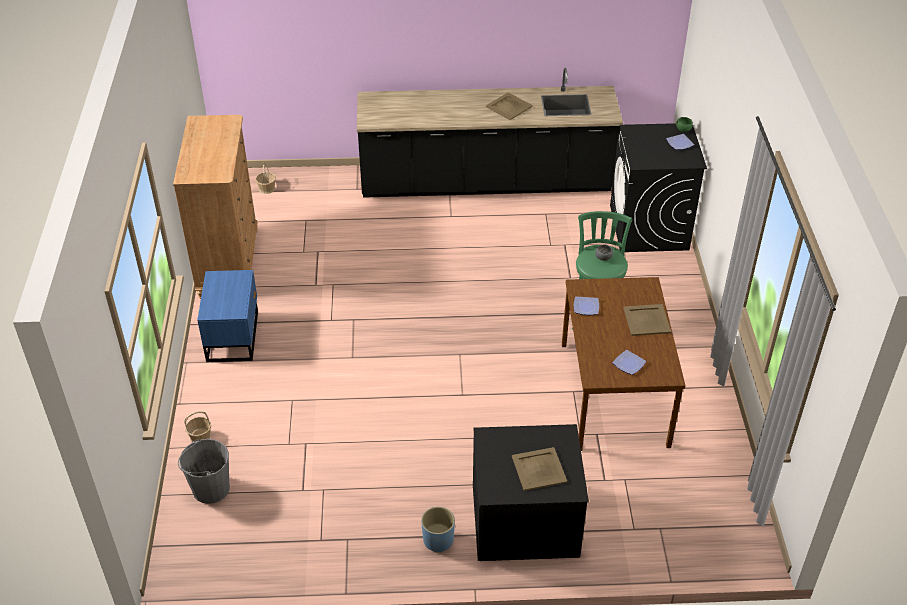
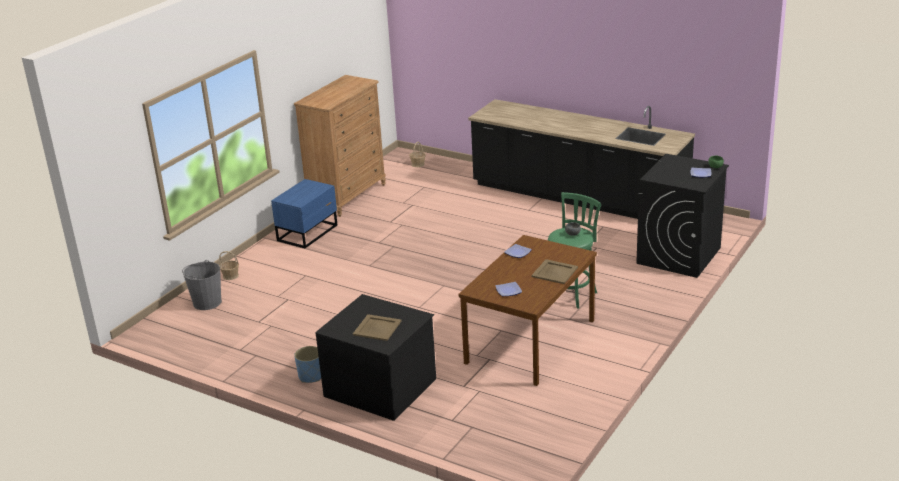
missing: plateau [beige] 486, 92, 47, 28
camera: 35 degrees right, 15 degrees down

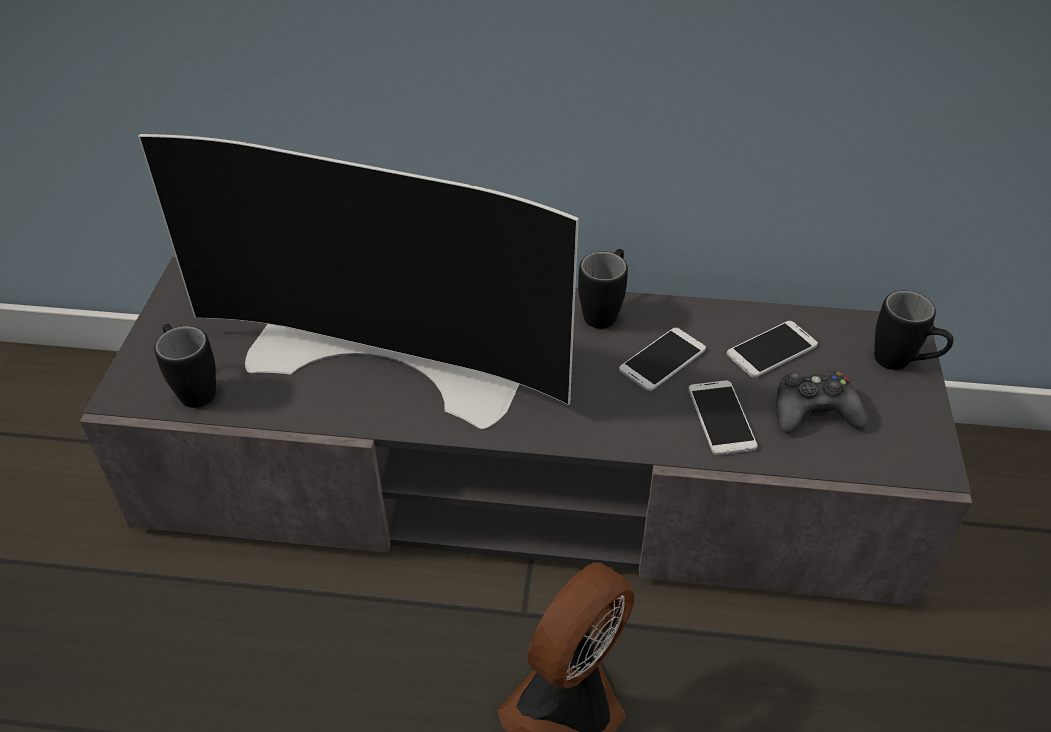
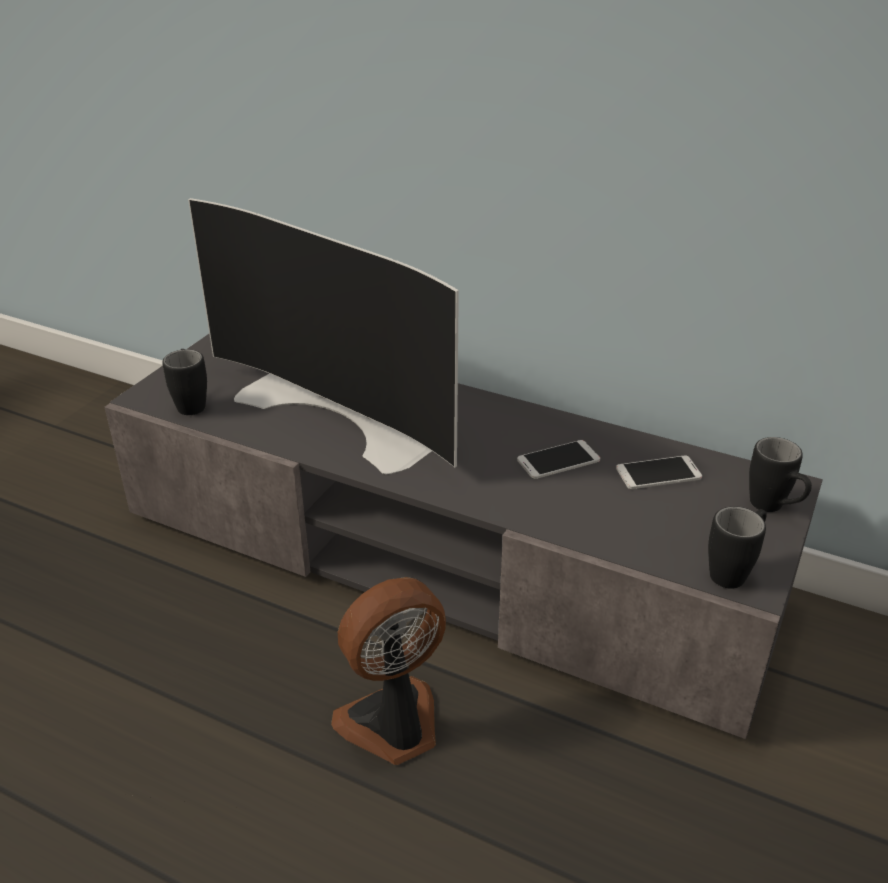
missing: téléphone 688, 380, 70, 75; manette [noir] 777, 370, 90, 63
relocated: mug [noir] 578, 249, 50, 80 to 708, 506, 59, 83
camera: 20 degrees right, 10 degrees down

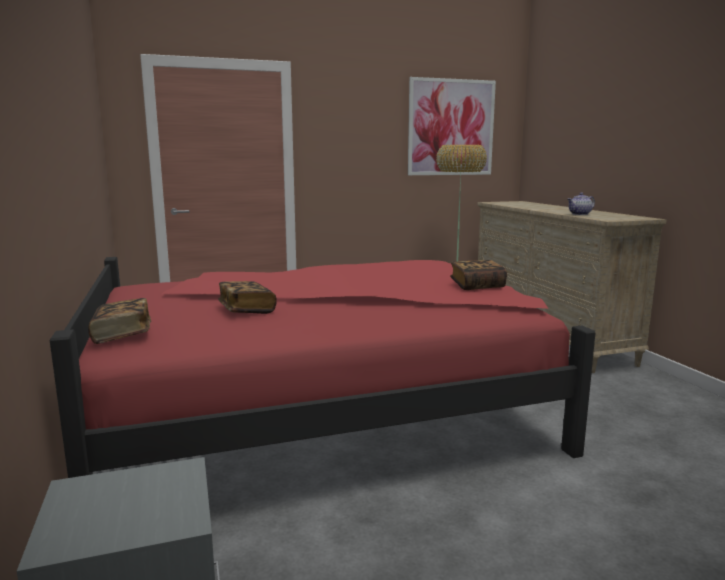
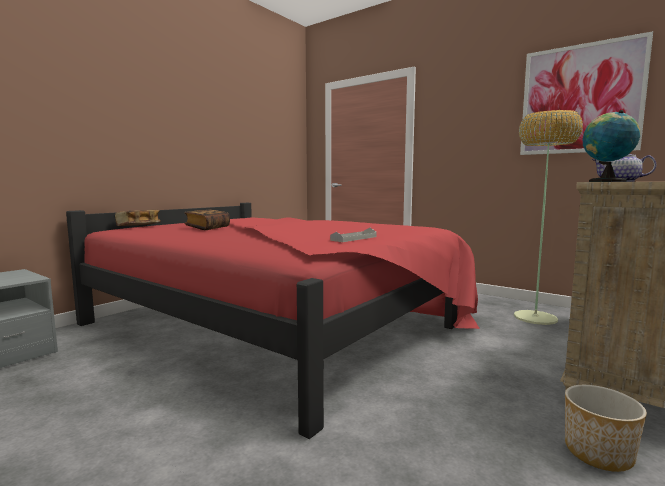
appeared: cache-pot 565, 385, 82, 87; globe 583, 110, 57, 72
exchanged: livre 450, 260, 57, 30 to plateau [gris] 330, 228, 47, 14
camera: 55 degrees right, 5 degrees down

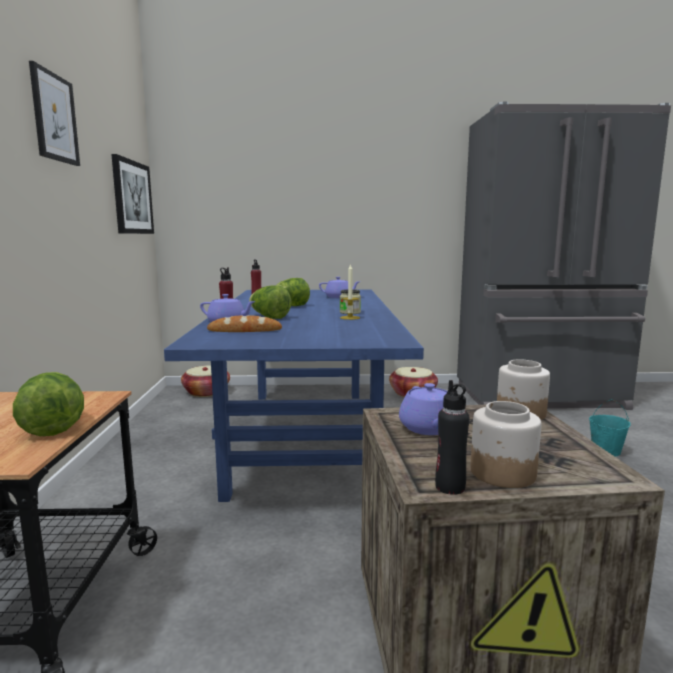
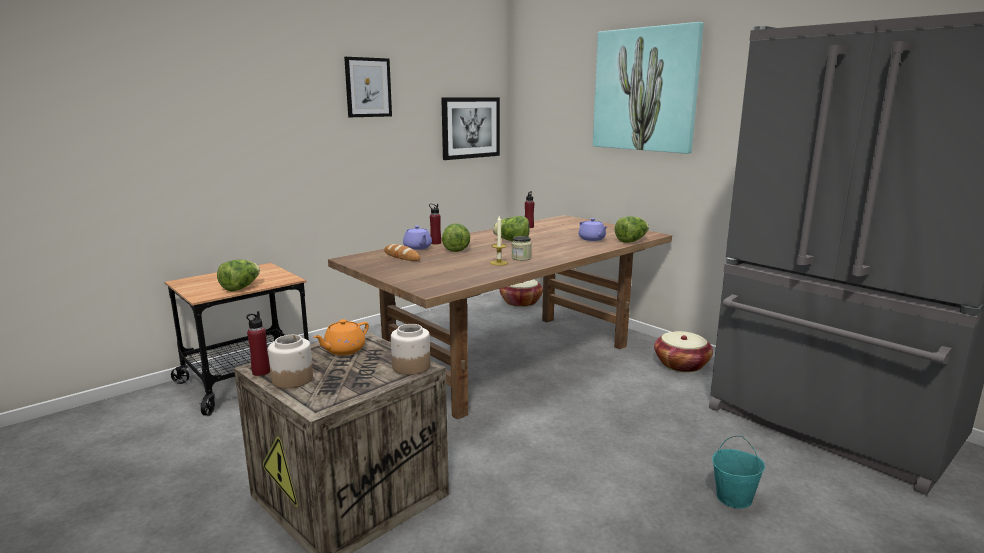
appeared: tableau 593, 22, 111, 132; laitue 615, 216, 34, 27
colour: table à manger [bleu] 164, 290, 260, 212 to table à manger [marron] 328, 215, 344, 205; théière [violet] 399, 383, 48, 52 to théière [orange] 313, 319, 56, 36; bouteille [noir] 435, 380, 34, 115 to bouteille [rouge] 246, 311, 24, 65
camera: 50 degrees right, 5 degrees up

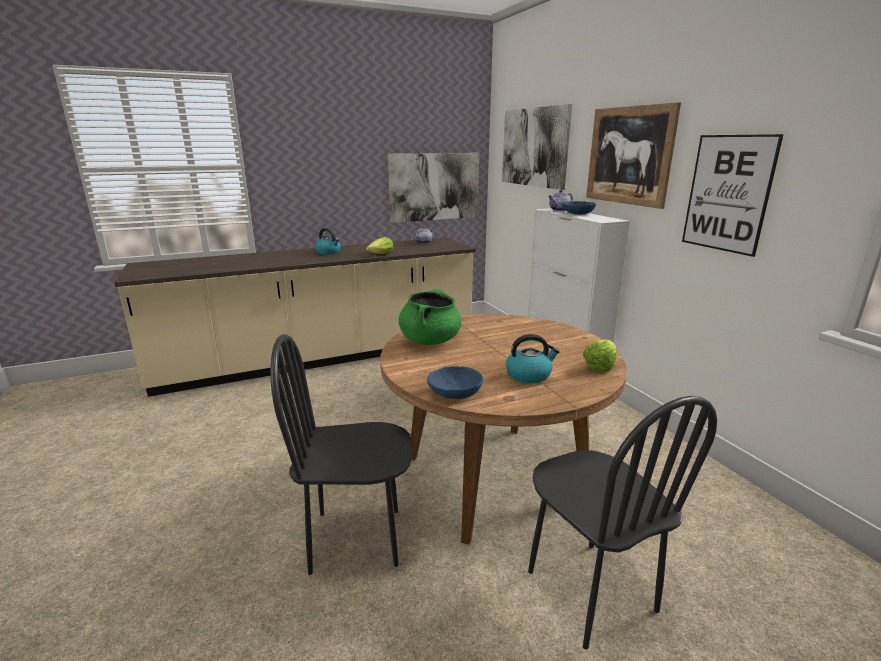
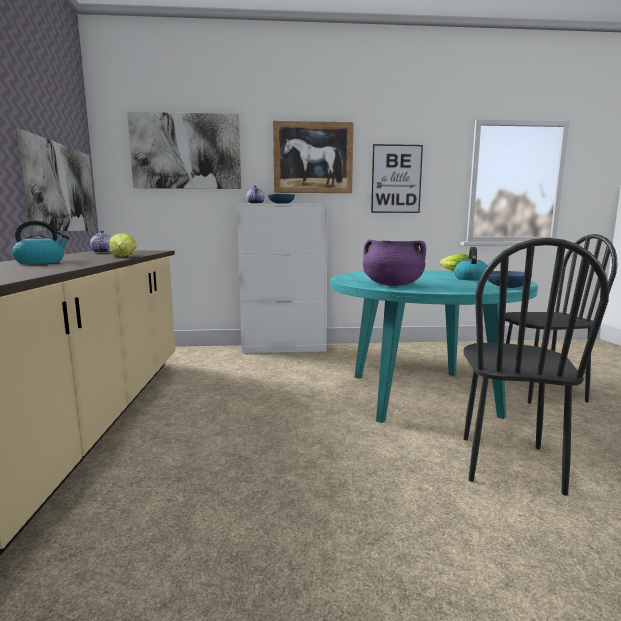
colour: table à manger [marron] 380, 314, 247, 231 to table à manger [turquoise] 330, 270, 208, 153; marmite [vert] 398, 289, 63, 56 to marmite [violet] 363, 239, 63, 47
camera: 70 degrees left, 10 degrees down

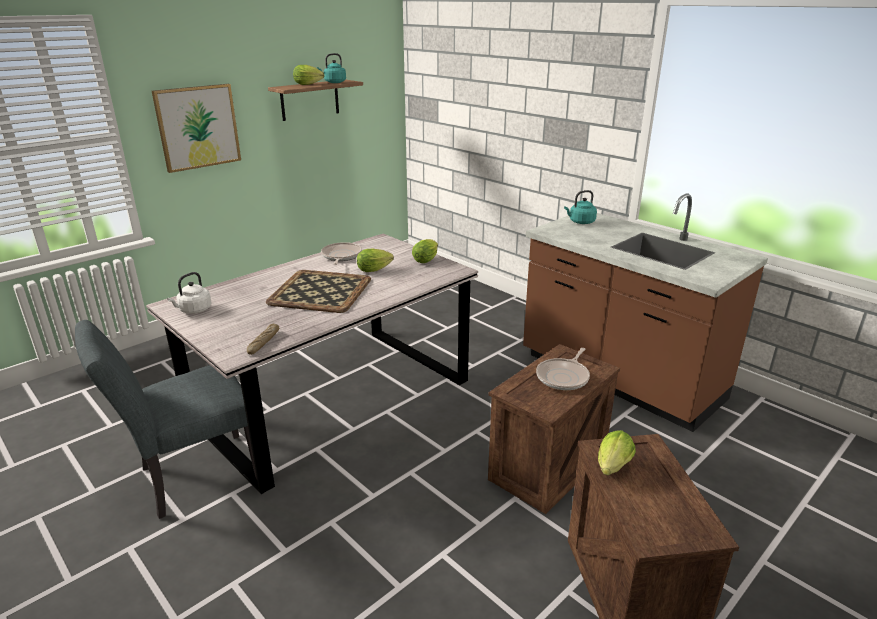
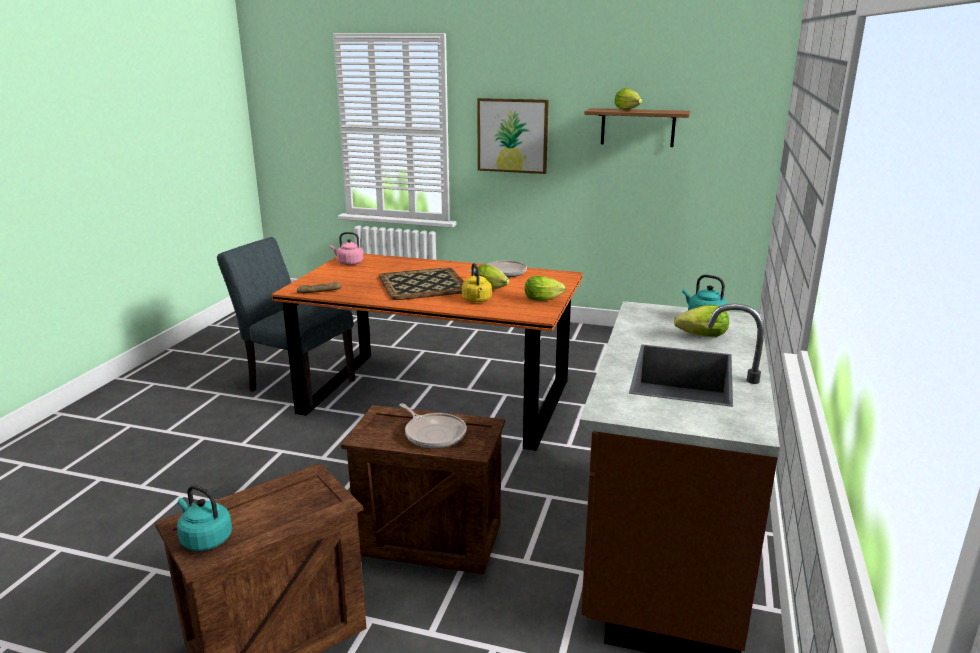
appeared: bouilloire [jaune] 462, 263, 30, 39
relocated: bouilloire [turquoise] 317, 53, 29, 30 to 177, 485, 55, 66; laitue 598, 430, 38, 46 to 674, 305, 55, 32
colour: table à manger [gris] 146, 234, 332, 260 to table à manger [orange] 271, 254, 312, 197; bouilloire [blanc] 167, 272, 45, 42 to bouilloire [rose] 330, 232, 33, 33
spun: poêle 536, 348, 54, 42 = 399, 403, 68, 45 135 degrees counterclockwise
camera: 60 degrees right, 5 degrees down

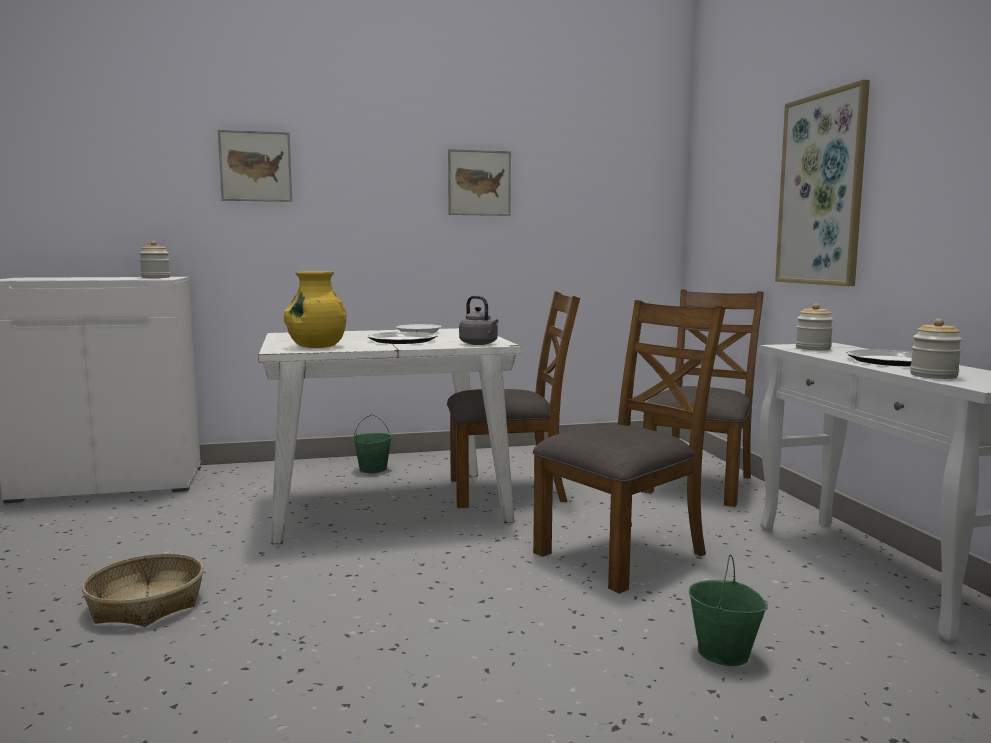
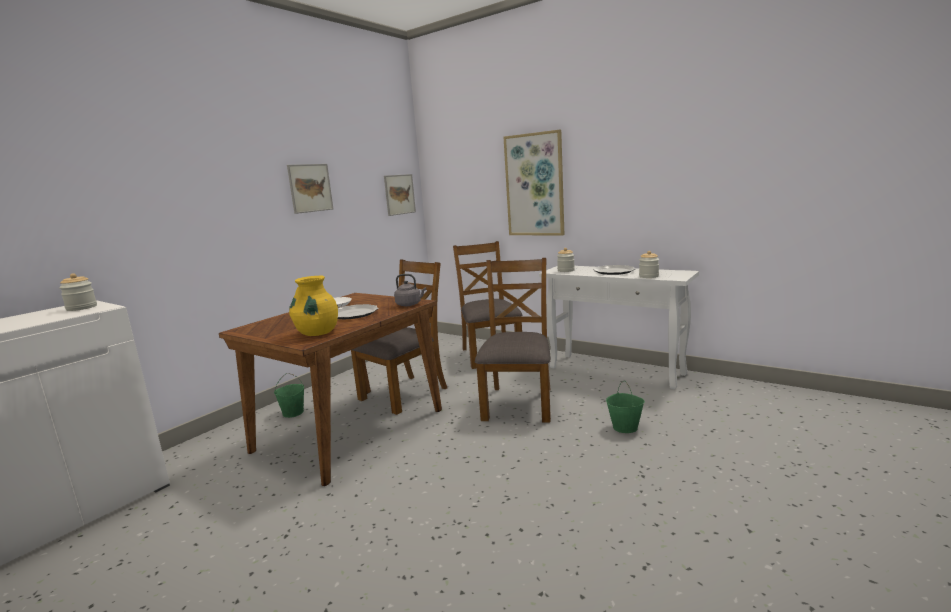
missing: panier 82, 553, 122, 74
relocated: tableau 218, 130, 74, 72 to 384, 174, 32, 42
colour: table à manger [blanc] 258, 328, 264, 216 to table à manger [marron] 219, 293, 223, 193
camera: 40 degrees left, 5 degrees up

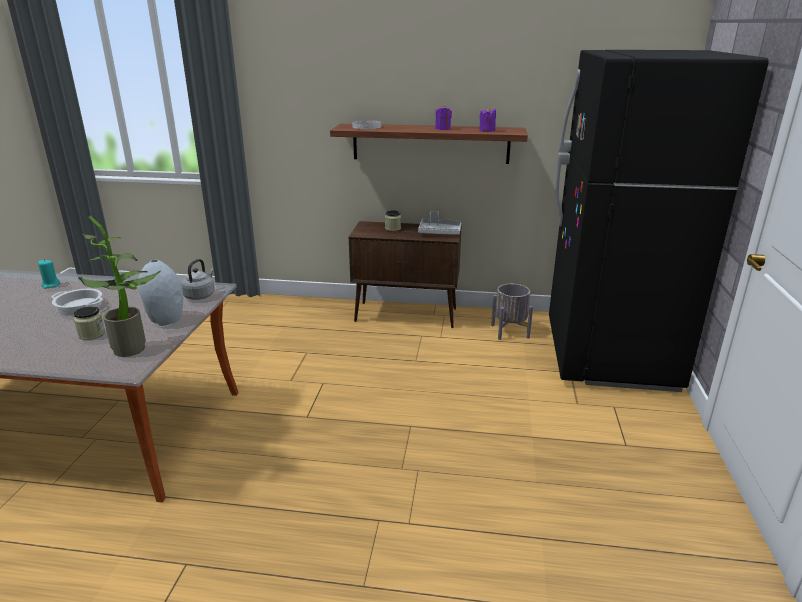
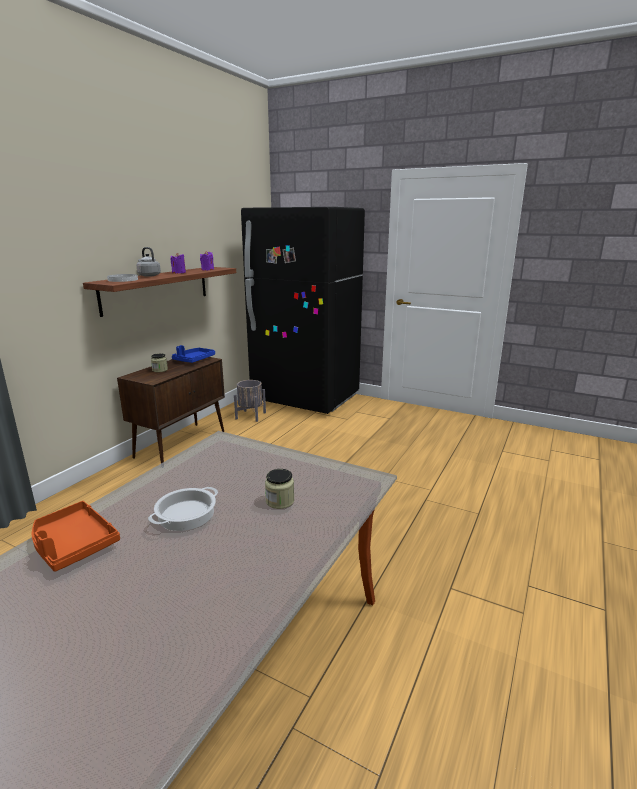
missing: plante en pot 78, 216, 83, 141; vase [gris] 138, 260, 45, 66
relocated: bouilloire [gris] 181, 259, 34, 41 to 136, 247, 25, 30
exchanged: bougie [turquoise] 38, 259, 23, 30 to plateau [orange] 32, 501, 88, 71
colour: plateau [gris] 418, 211, 43, 24 to plateau [bleu] 172, 345, 43, 18
camera: 70 degrees left, 5 degrees down

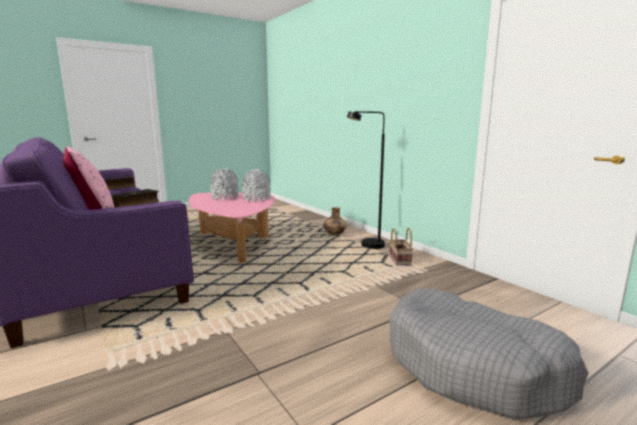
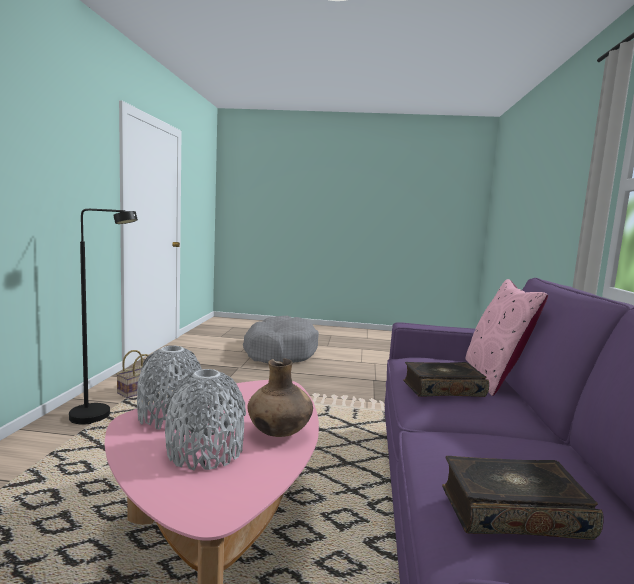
relocated: vase [marron] 323, 207, 24, 28 to 247, 358, 66, 79
camera: 140 degrees left, 5 degrees down

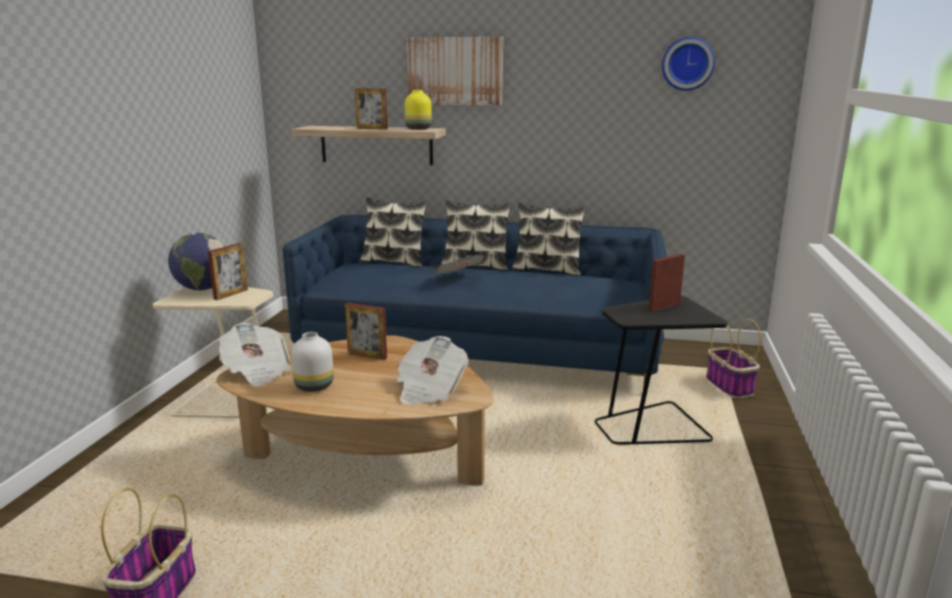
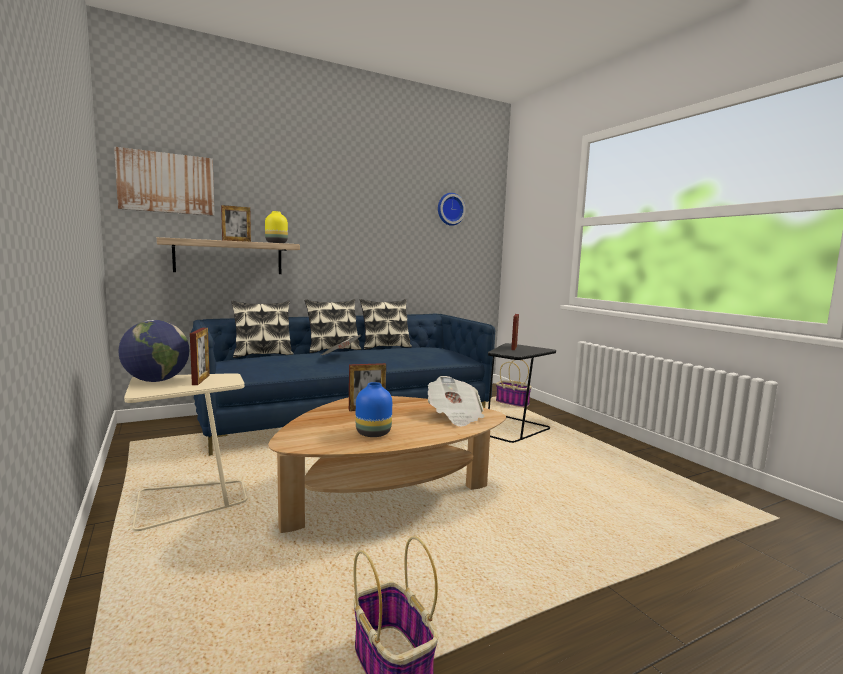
missing: journal 219, 323, 72, 63
relocated: tableau 407, 37, 96, 69 to 114, 147, 100, 69
colour: vase [blanc] 291, 332, 43, 60 to vase [bleu] 356, 382, 36, 55
camera: 40 degrees left, 10 degrees down

